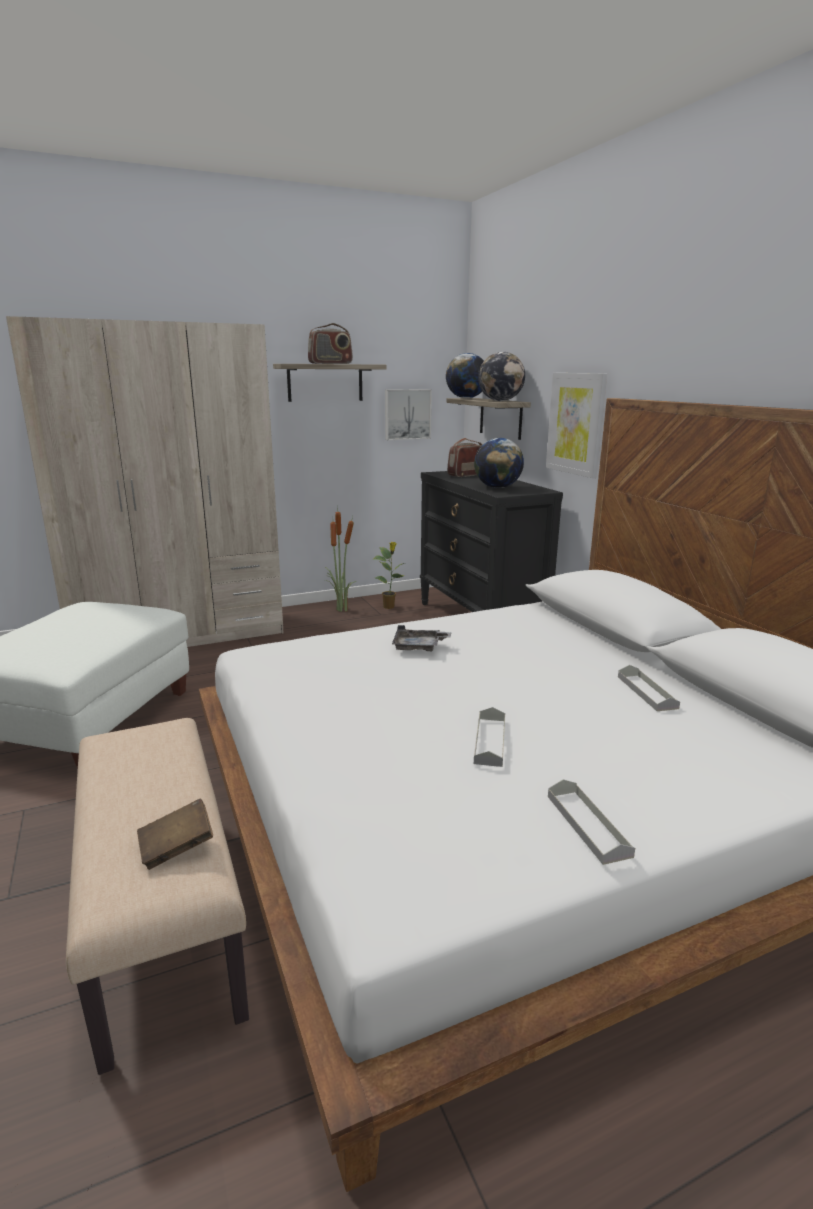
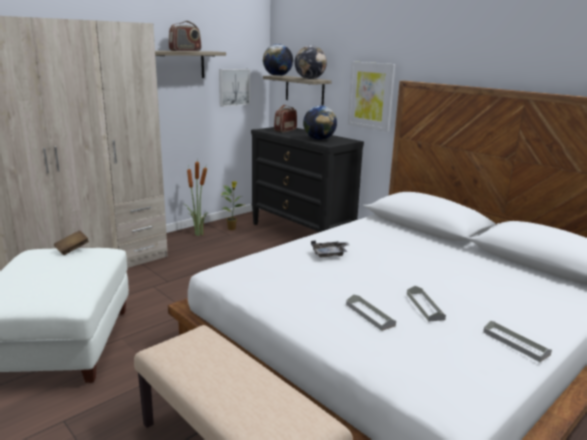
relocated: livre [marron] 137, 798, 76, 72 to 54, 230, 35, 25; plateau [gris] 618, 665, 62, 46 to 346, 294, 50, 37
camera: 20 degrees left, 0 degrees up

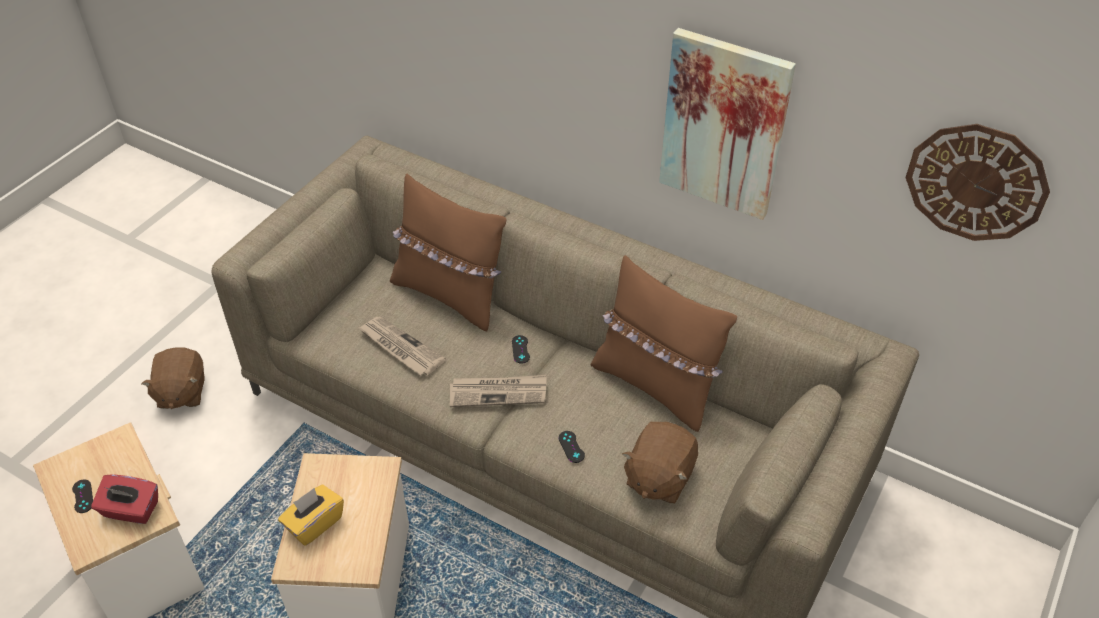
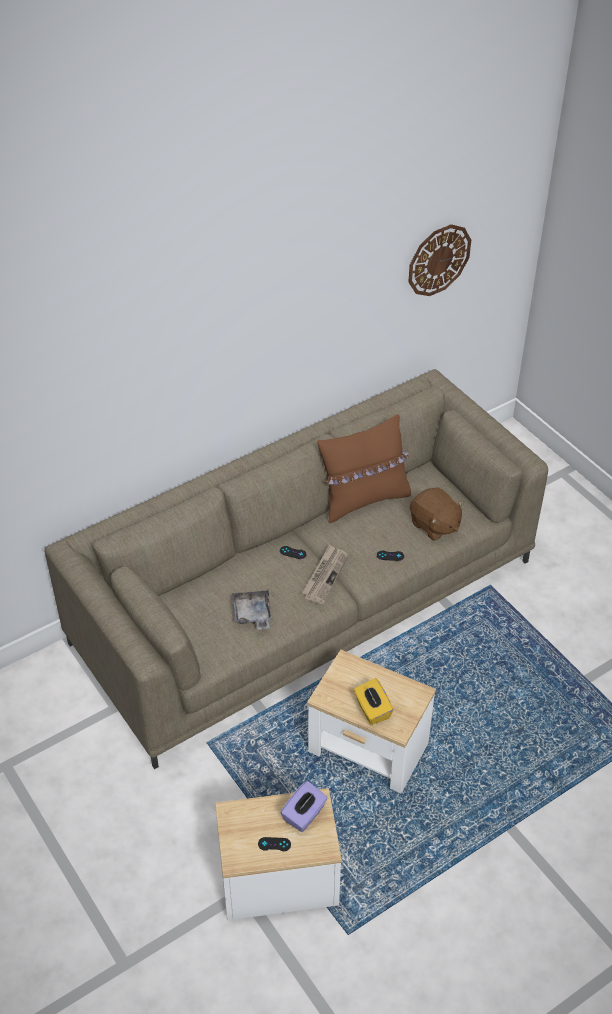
missing: peluche [marron] 141, 347, 64, 62; coussin [marron] 390, 173, 116, 158; tableau 659, 28, 137, 192
exchanged: journal 358, 317, 88, 58 to plateau [gris] 232, 590, 40, 40
colour: boîte à mouchoirs [rouge] 91, 474, 67, 50 to boîte à mouchoirs [violet] 280, 781, 48, 51
camera: 65 degrees left, 0 degrees up

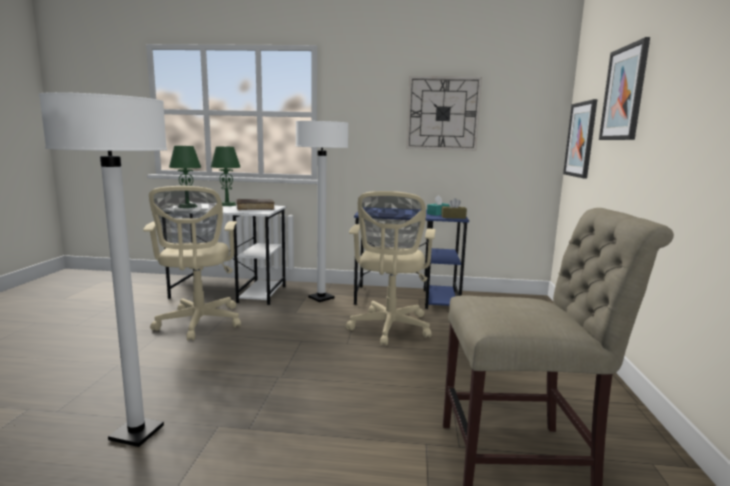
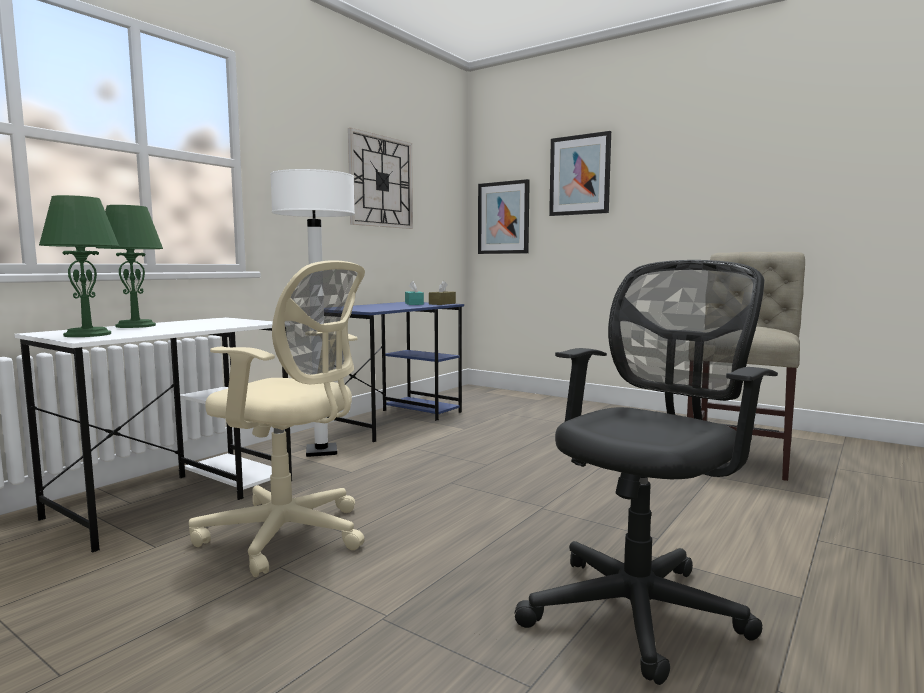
missing: livre [marron] 236, 199, 39, 11; chaise de bureau [beige] 346, 191, 90, 155
exchanged: lampadaire [blanc] 39, 92, 128, 355 to chaise de bureau [noir] 514, 260, 264, 425
camera: 60 degrees left, 5 degrees down

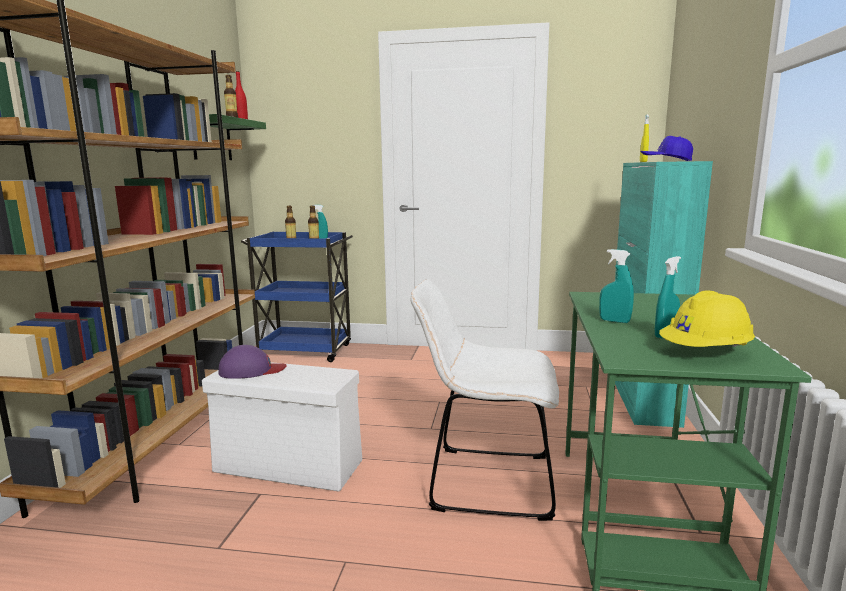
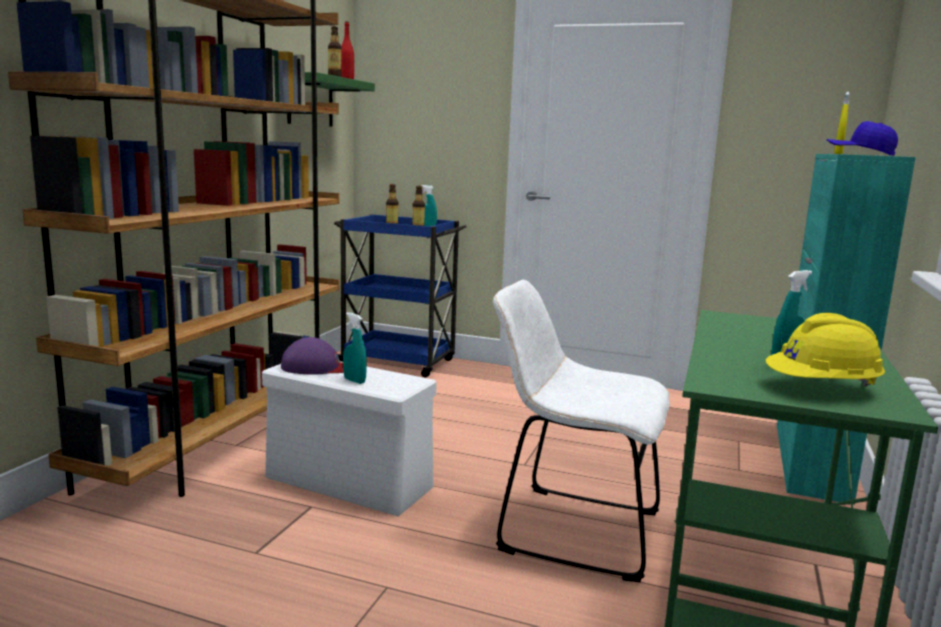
relocated: vaporisateur [turquoise] 599, 249, 35, 74 to 343, 312, 24, 72
camera: 10 degrees right, 0 degrees up

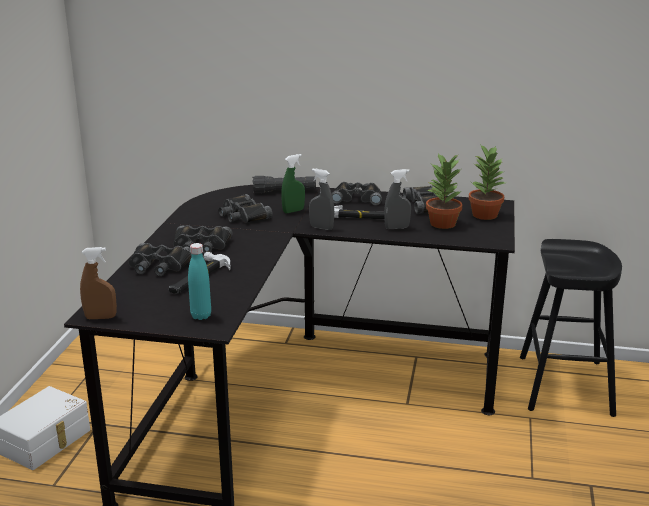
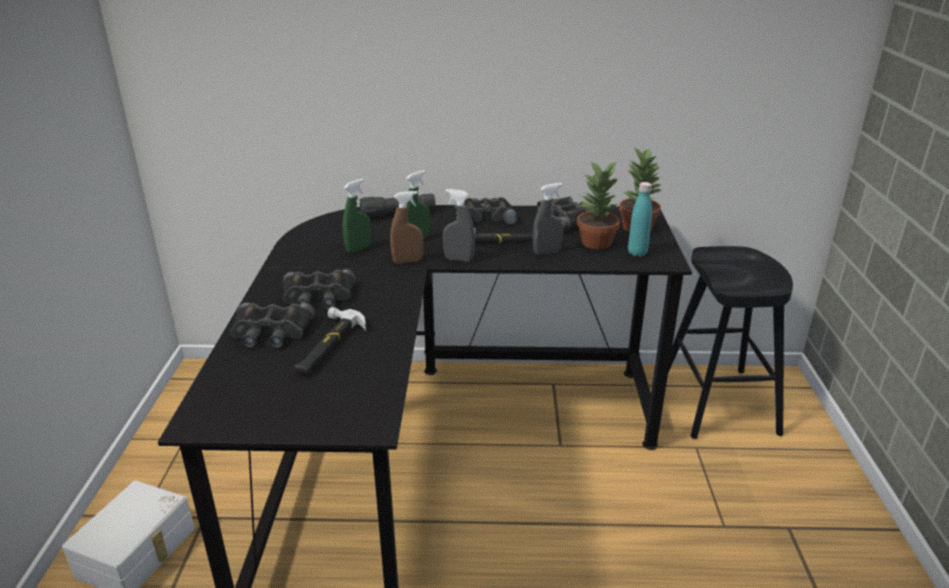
relocated: vaporisateur [marron] 80, 247, 37, 72 to 390, 191, 33, 73; bouteille [turquoise] 188, 243, 23, 77 to 628, 182, 24, 75
exchanged: jumelles [noir] 219, 194, 54, 29 to vaporisateur [vert] 343, 179, 28, 74
camera: 10 degrees left, 5 degrees up

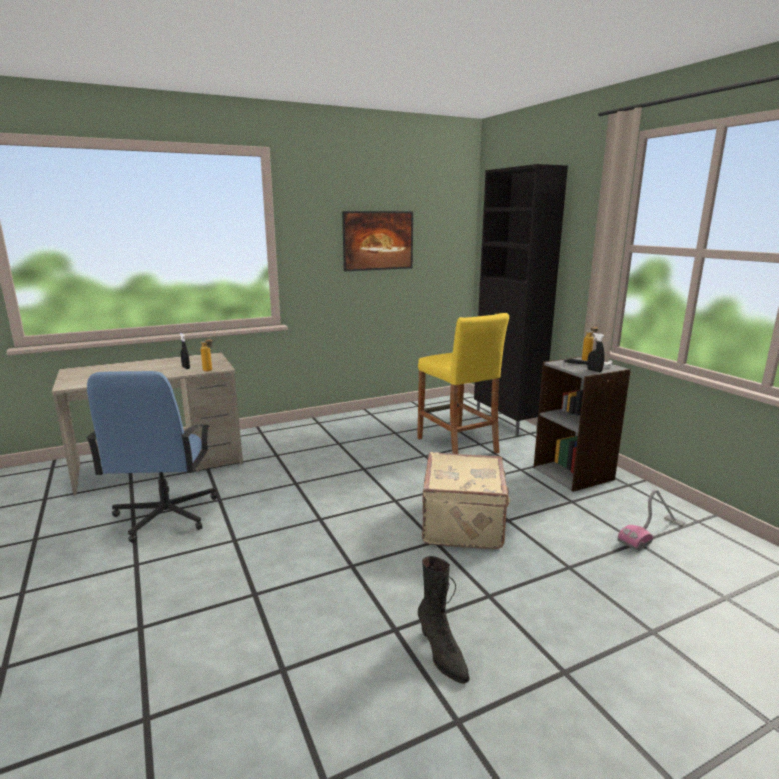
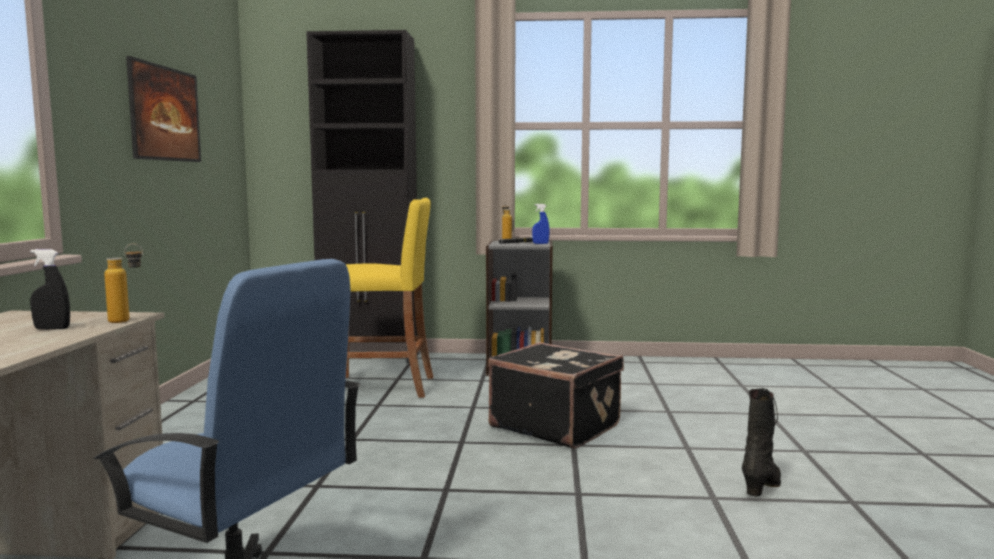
missing: aspirateur 618, 489, 67, 62
colour: valise [beige] 422, 452, 89, 97 to valise [noir] 488, 342, 136, 106; vaporisateur [noir] 587, 333, 18, 39 to vaporisateur [bleu] 532, 204, 18, 40
spun: botte [noir] 418, 556, 52, 128 = 742, 388, 39, 109 60 degrees counterclockwise
camera: 60 degrees left, 10 degrees down

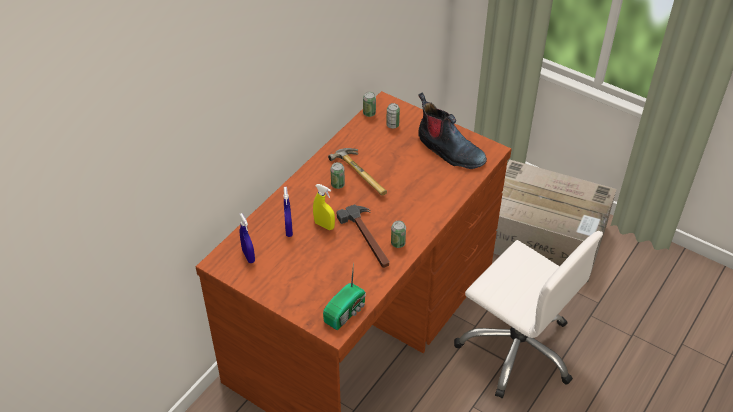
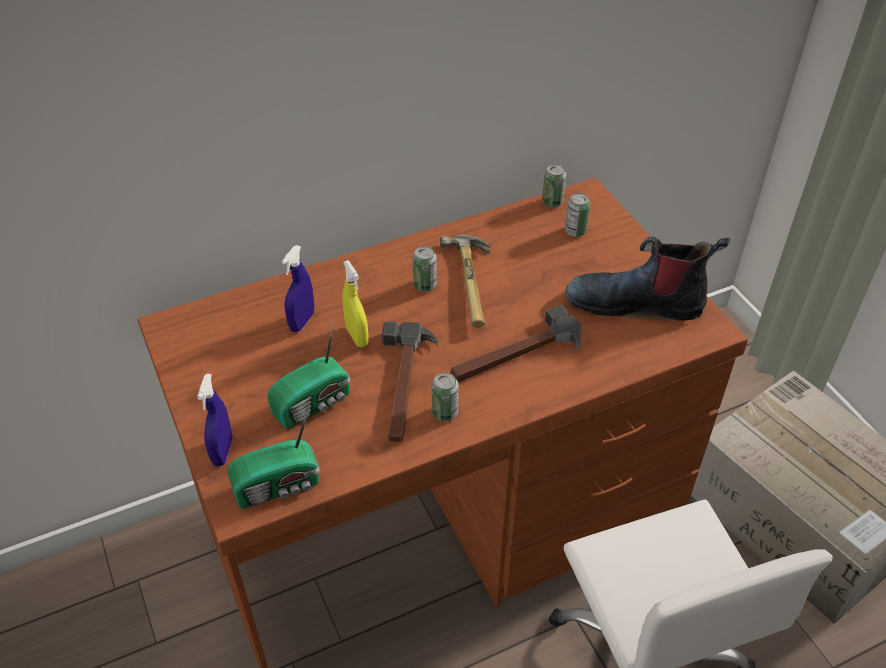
appeared: radio 267, 322, 83, 107; marteau 451, 304, 131, 79
relocated: vaporisateur [bleu] 239, 213, 16, 50 to 197, 374, 36, 92
spun: botte 418, 92, 69, 77 = 565, 237, 165, 84 120 degrees clockwise
camera: 30 degrees right, 0 degrees up

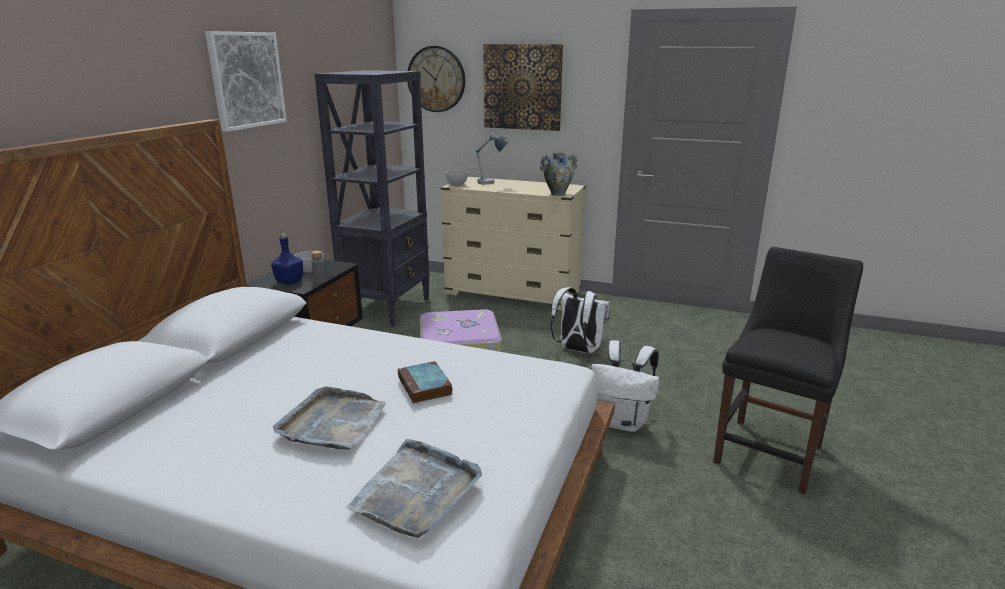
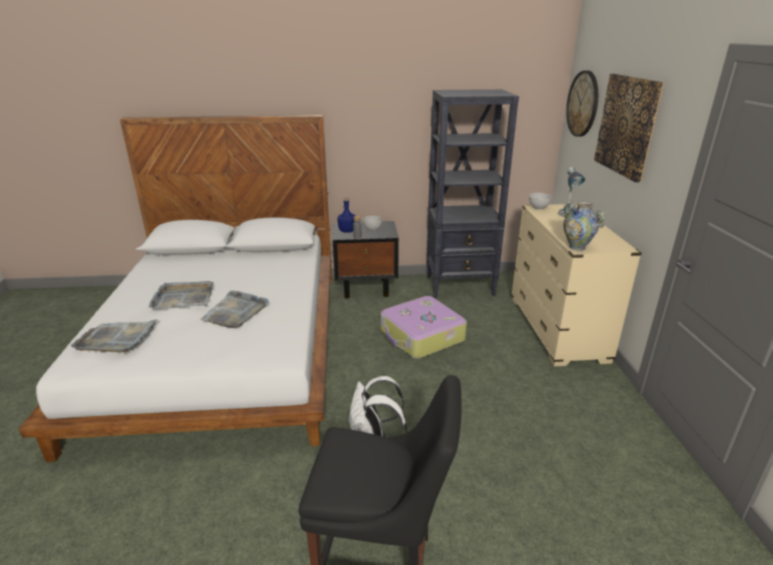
missing: tableau 205, 31, 82, 101; sac à dos [blanc] 551, 287, 59, 66
exchanged: livre 398, 361, 55, 42 to plateau [gris] 200, 291, 69, 37
camera: 65 degrees right, 5 degrees up

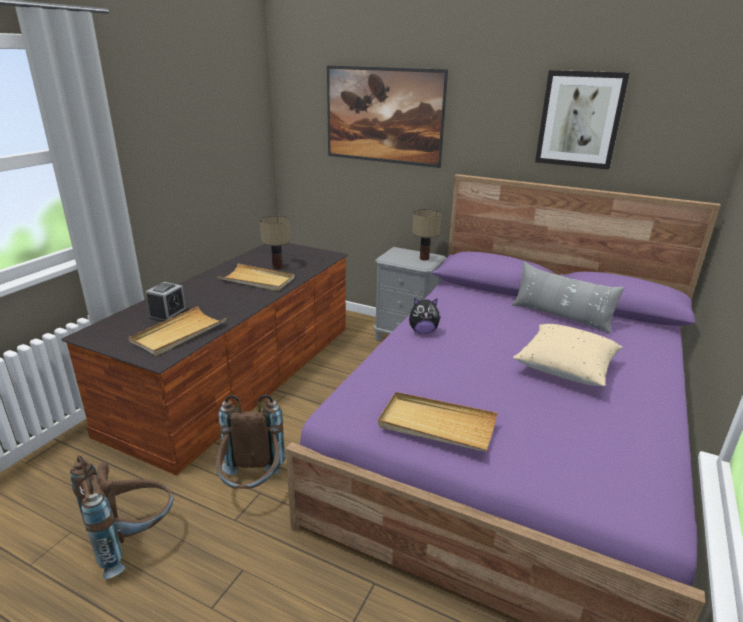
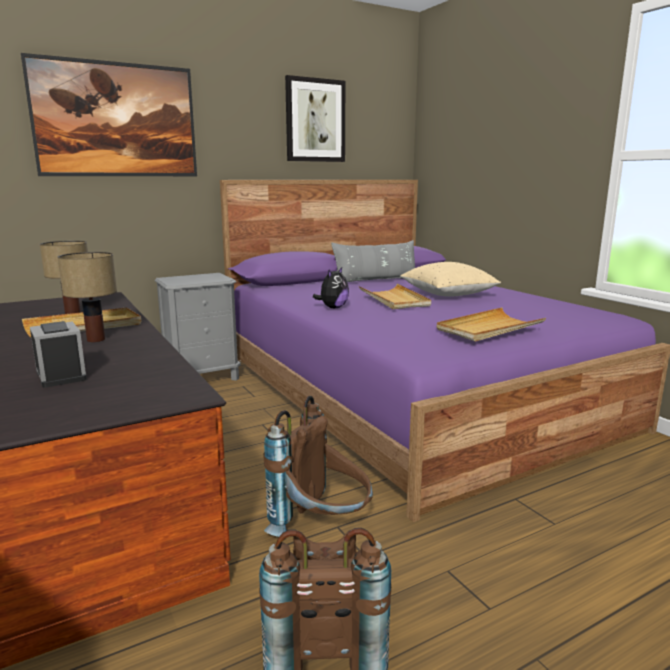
relocated: plateau [beige] 129, 306, 98, 50 to 359, 284, 72, 25; lampe de table 412, 209, 30, 51 to 58, 252, 59, 90
camera: 55 degrees left, 10 degrees down

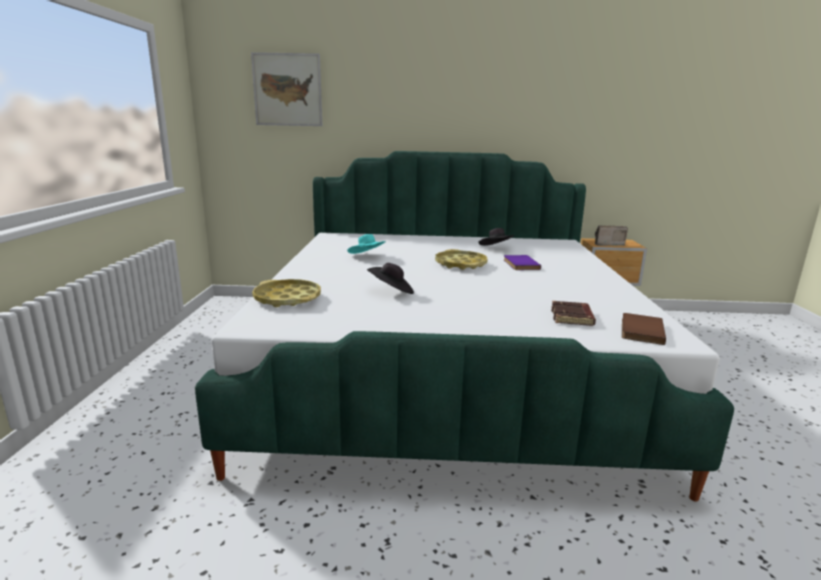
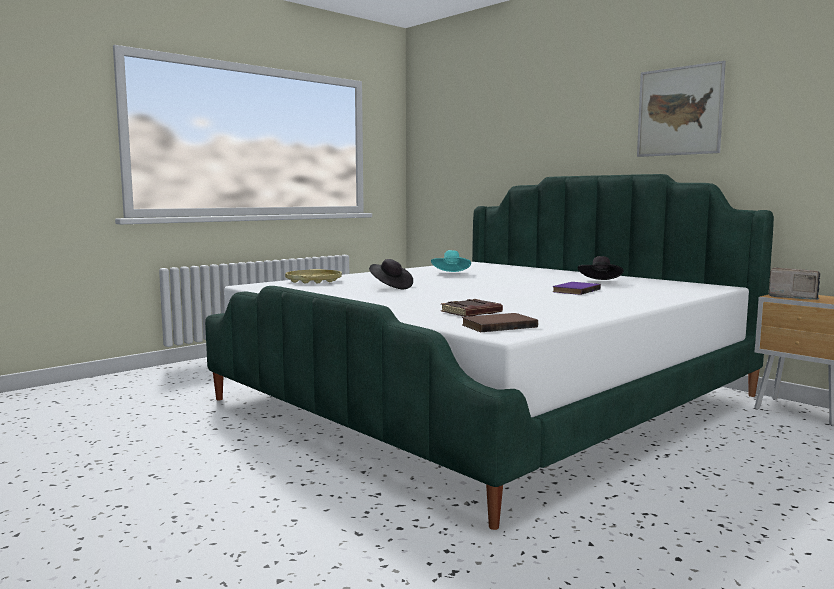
missing: plateau [jaune] 435, 249, 53, 21
relocated: tableau 251, 52, 71, 74 to 637, 61, 89, 96
camera: 45 degrees right, 10 degrees down

